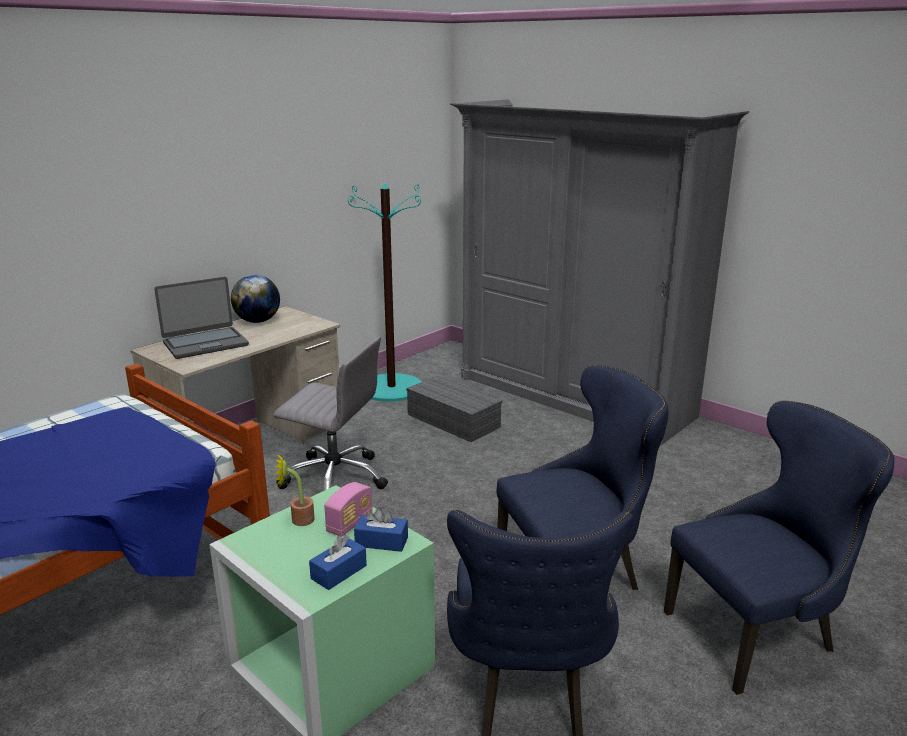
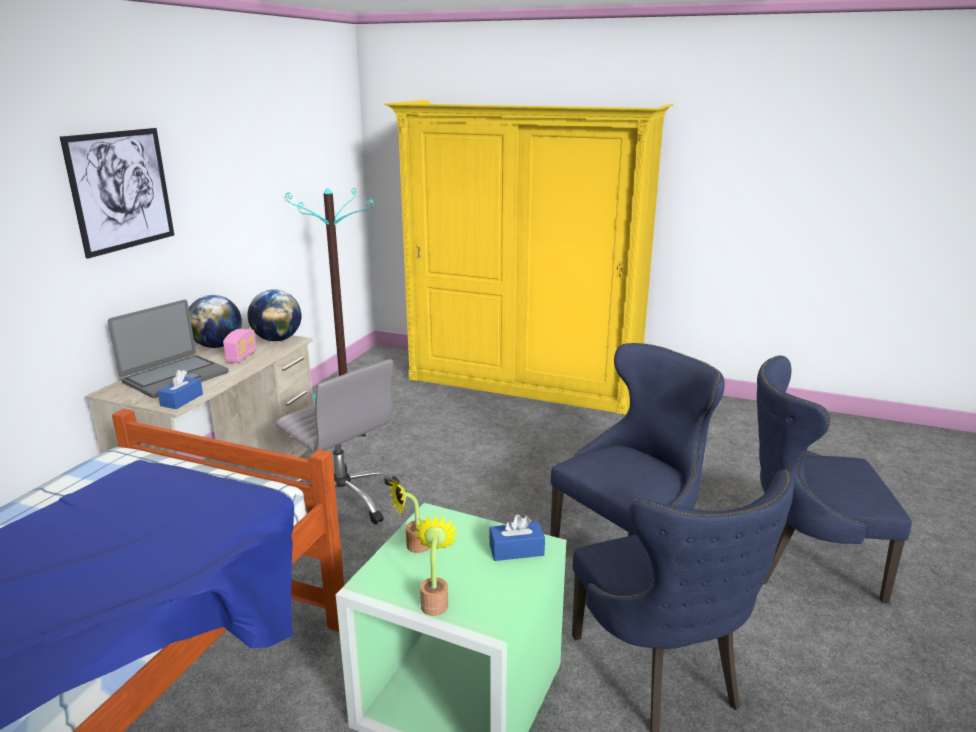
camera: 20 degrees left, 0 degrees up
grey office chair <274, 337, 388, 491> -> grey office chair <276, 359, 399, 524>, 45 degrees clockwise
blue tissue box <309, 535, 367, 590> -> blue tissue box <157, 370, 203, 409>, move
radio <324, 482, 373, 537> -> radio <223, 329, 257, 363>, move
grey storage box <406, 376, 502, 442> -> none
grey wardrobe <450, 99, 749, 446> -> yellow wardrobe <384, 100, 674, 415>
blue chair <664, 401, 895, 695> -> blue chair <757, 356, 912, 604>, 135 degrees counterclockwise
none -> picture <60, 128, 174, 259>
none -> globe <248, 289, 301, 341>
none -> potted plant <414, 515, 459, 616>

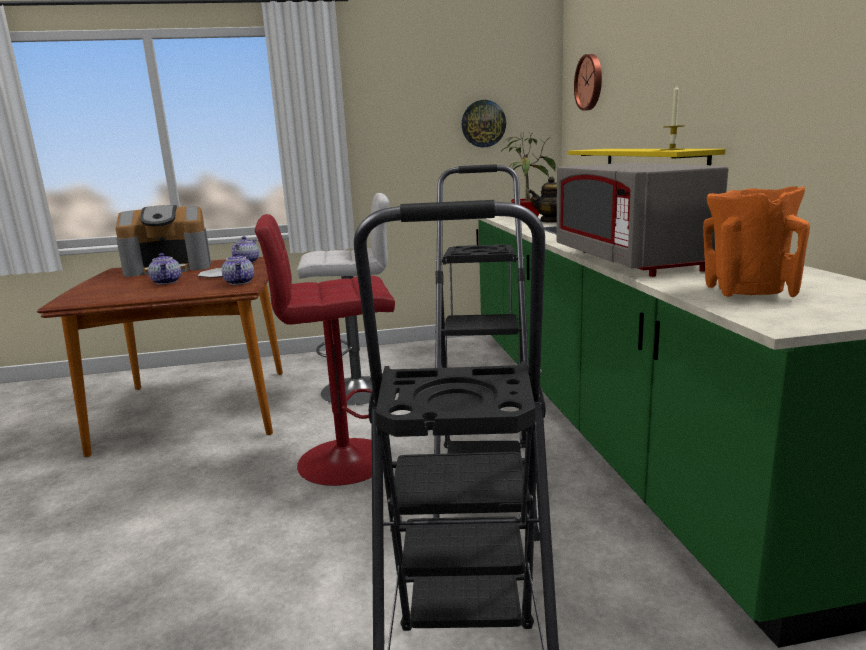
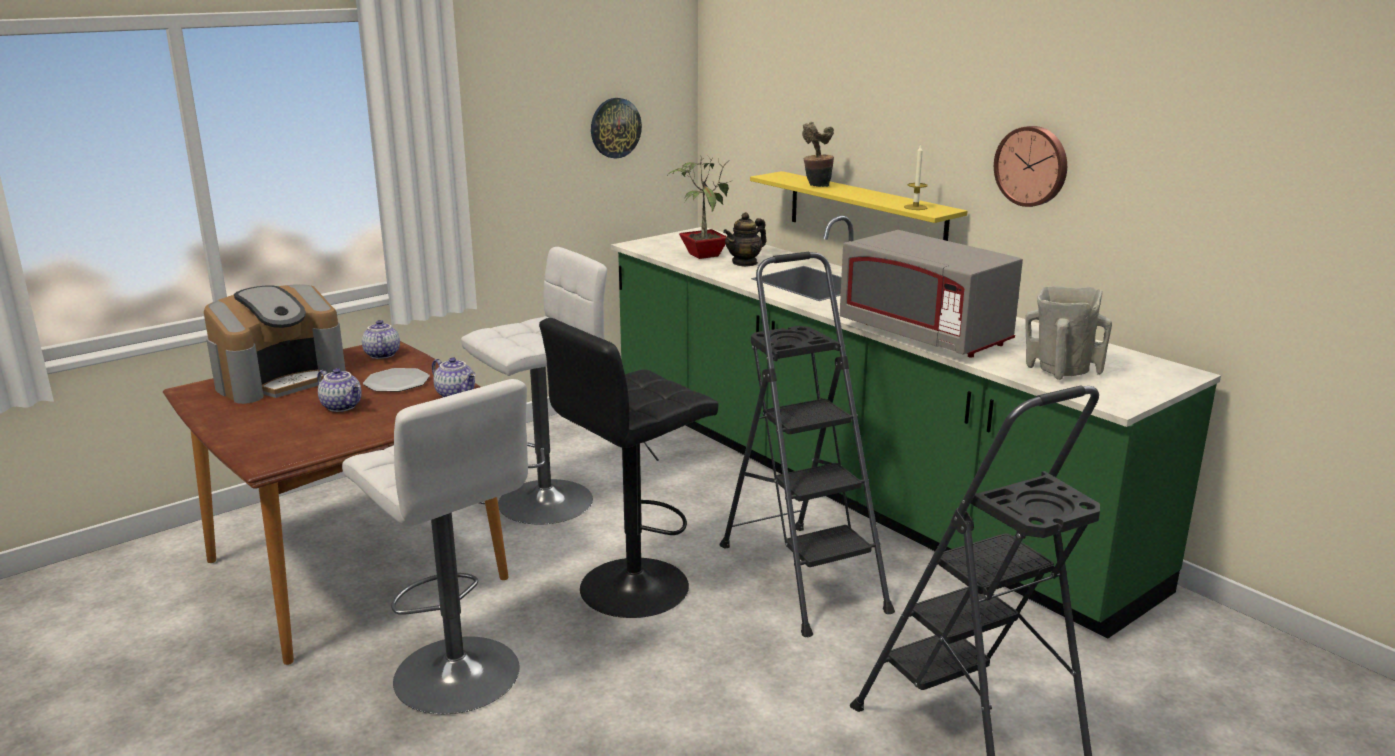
camera: 30 degrees left, 5 degrees up
red stool <255, 214, 395, 486> -> black stool <539, 318, 718, 618>
wall clock <574, 54, 602, 111> -> wall clock <994, 126, 1067, 207>, move
orange vase <703, 186, 810, 297> -> beige vase <1025, 285, 1112, 380>
none -> white stool <342, 379, 528, 714>
none -> potted plant <802, 122, 834, 187>

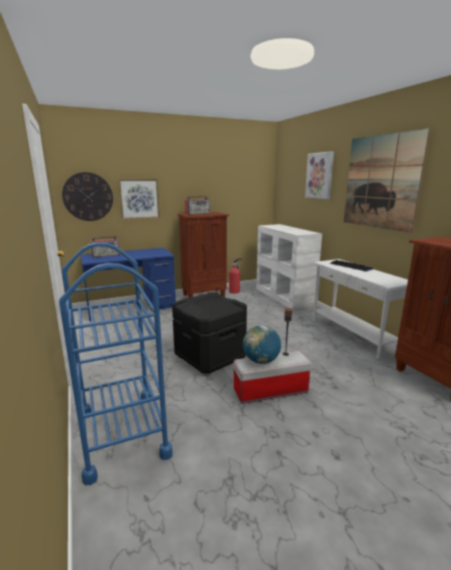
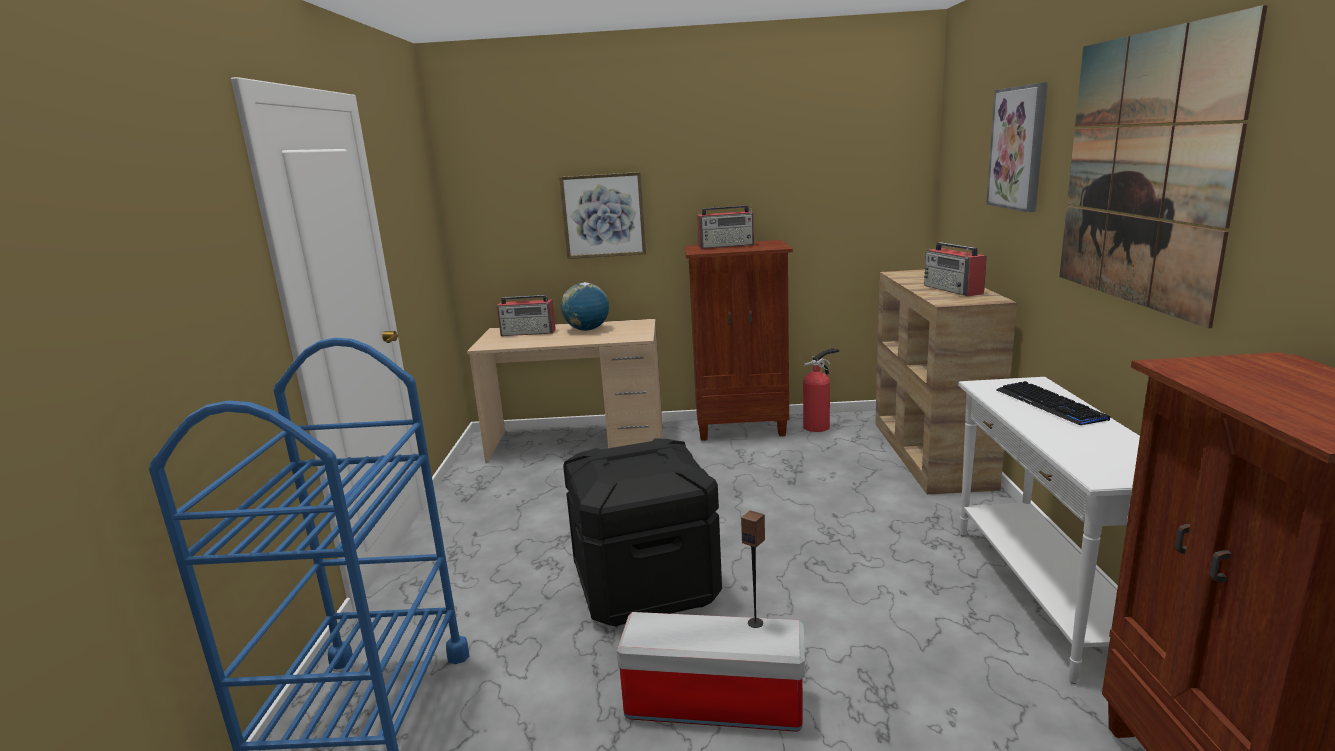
camera: 25 degrees right, 0 degrees up
wall clock <62, 172, 113, 221> -> none
blue desk <81, 248, 176, 321> -> beige desk <467, 319, 662, 463>
globe <243, 325, 281, 364> -> globe <561, 282, 609, 331>, move
white bookcase <256, 224, 322, 310> -> brown bookcase <875, 269, 1017, 495>
none -> radio <924, 242, 987, 296>

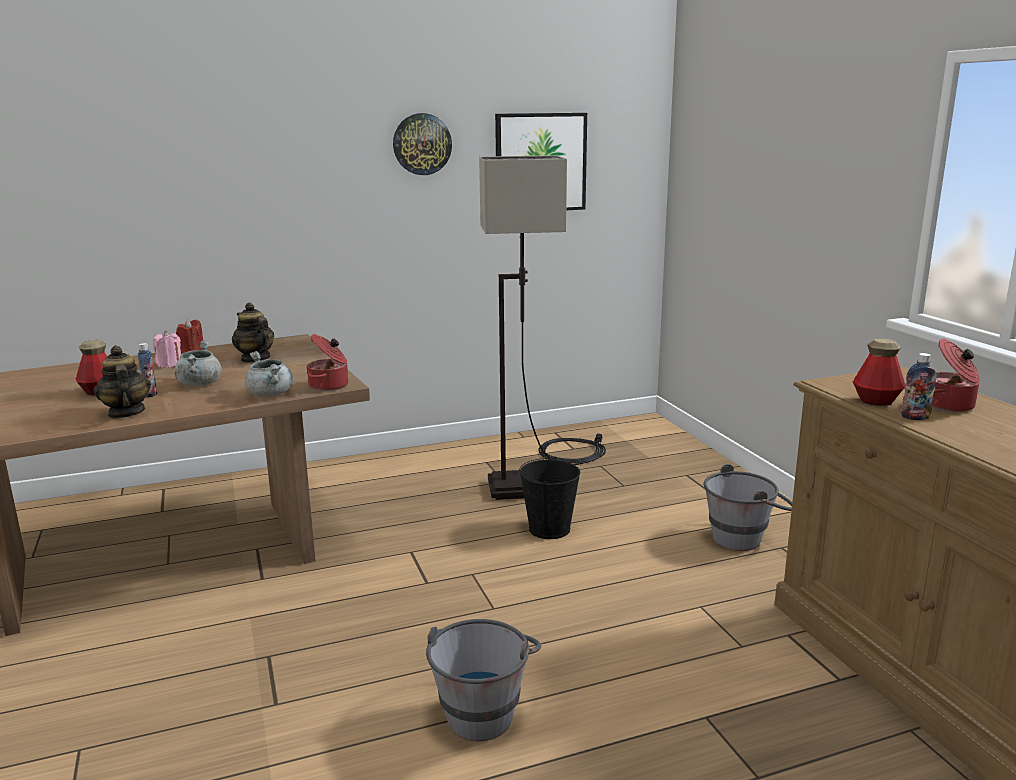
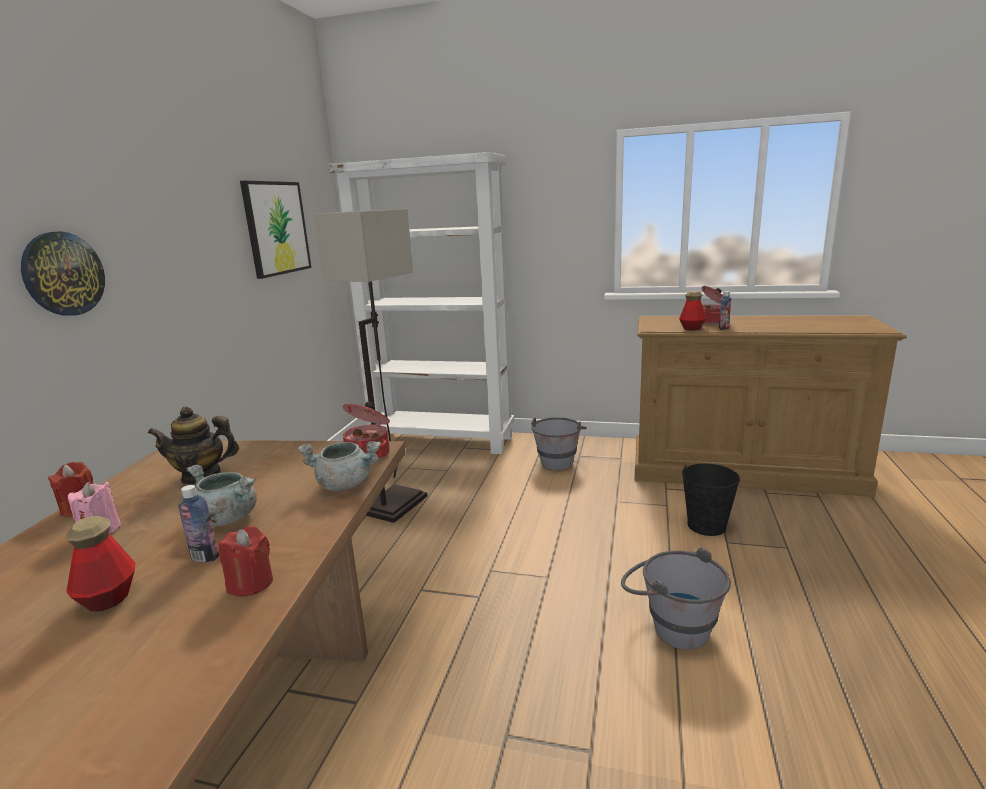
camera: 55 degrees left, 0 degrees up
teapot <94, 346, 151, 418> -> red candle <218, 526, 273, 597>
wall clock <393, 113, 452, 175> -> wall clock <21, 231, 105, 316>, move
black bucket <519, 456, 580, 539> -> black bucket <682, 463, 740, 536>, move
none -> white bookcase <329, 152, 514, 454>

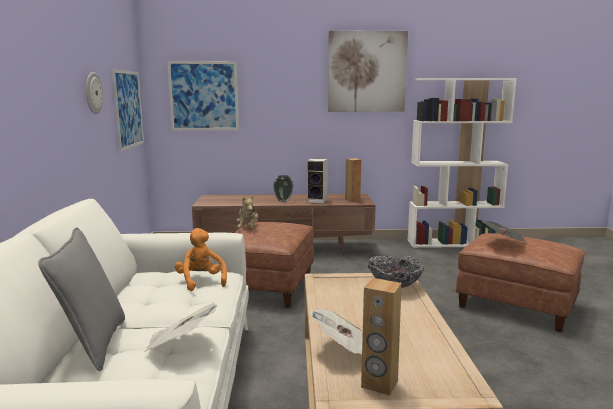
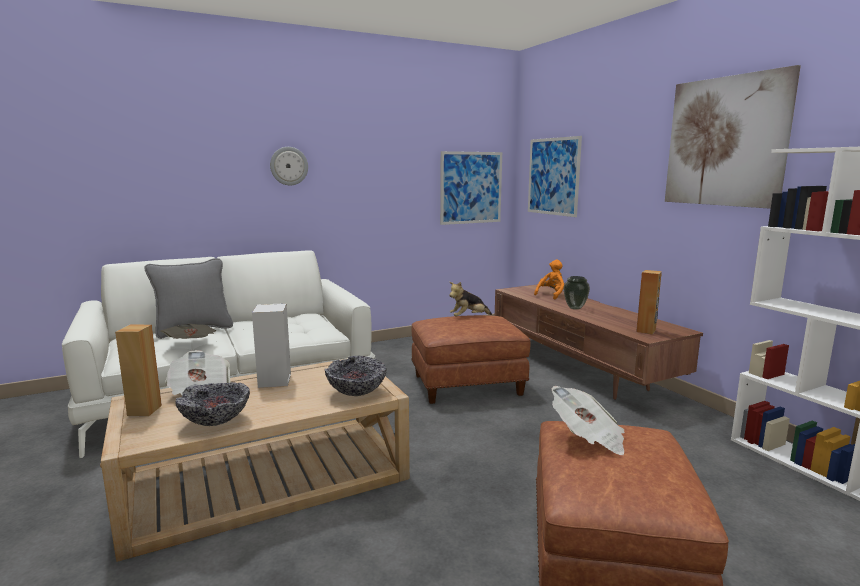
camera: 65 degrees right, 0 degrees up
wall clock <86, 72, 103, 114> -> wall clock <270, 147, 308, 185>, move
orange plush toy <175, 228, 227, 291> -> orange plush toy <534, 260, 564, 299>, move
speaker <307, 158, 328, 204> -> speaker <252, 303, 291, 388>, move
none -> bowl <175, 382, 250, 426>

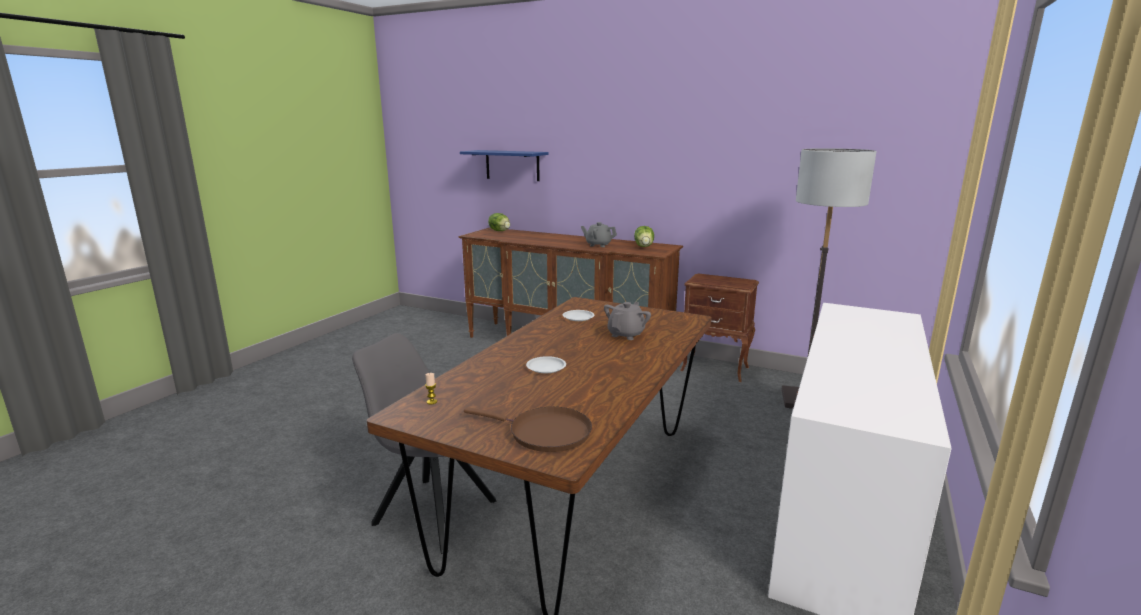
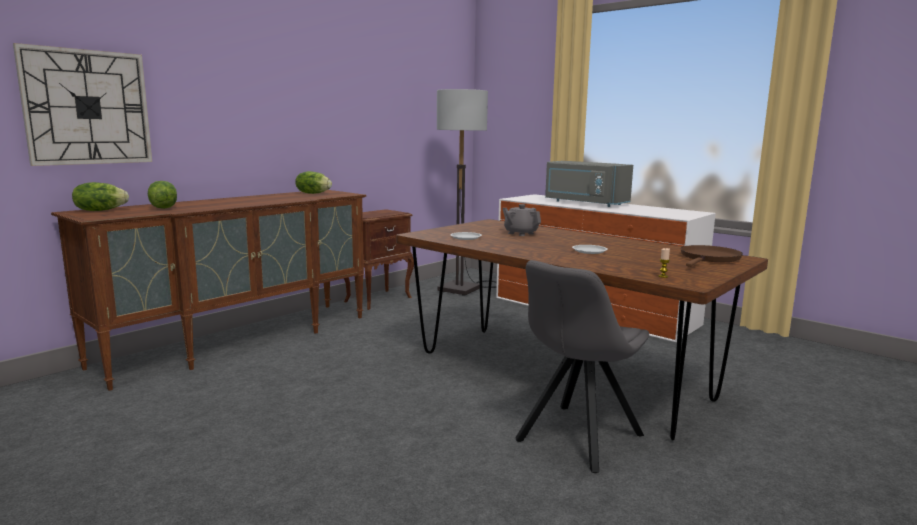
camera: 75 degrees left, 5 degrees down
blue shelf <460, 150, 549, 181> -> wall clock <13, 43, 152, 166>
grey teapot <581, 222, 617, 247> -> none
none -> lettuce <148, 181, 177, 209>
none -> grey microwave <545, 161, 633, 207>

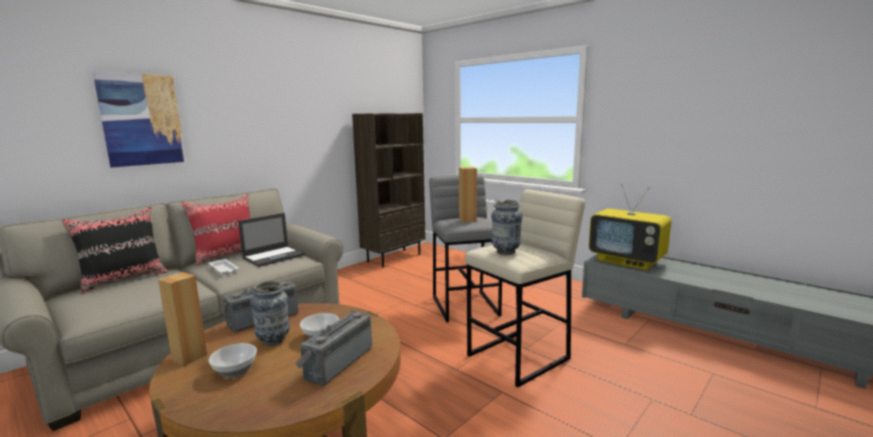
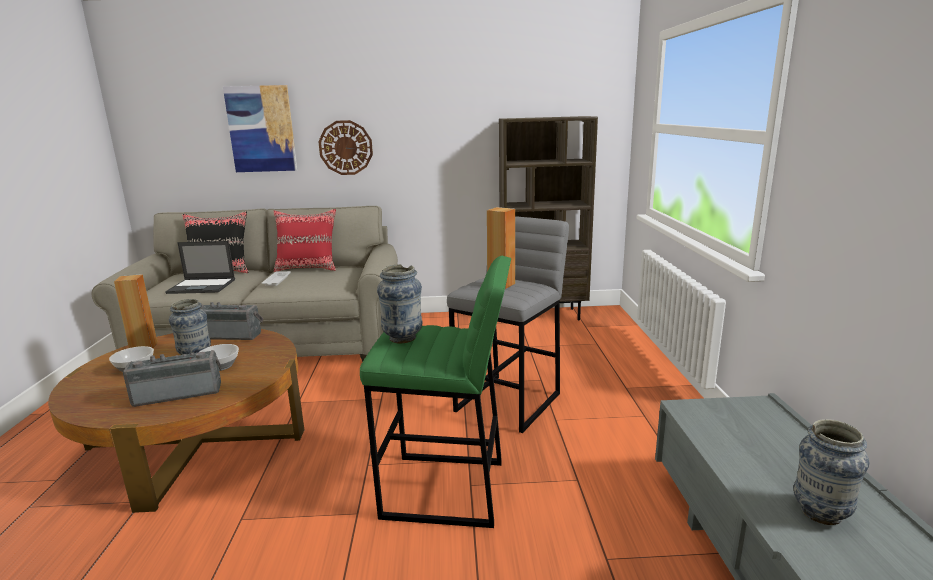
camera: 45 degrees right, 5 degrees up
laptop <238, 213, 305, 267> -> laptop <165, 241, 235, 294>, move
beige stool <465, 189, 585, 387> -> green stool <360, 256, 511, 528>
television <589, 184, 671, 270> -> none
none -> wall clock <318, 120, 373, 175>
none -> vase <794, 419, 870, 525>

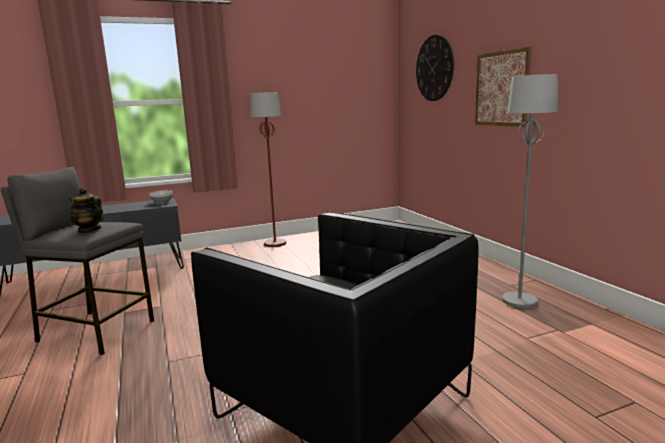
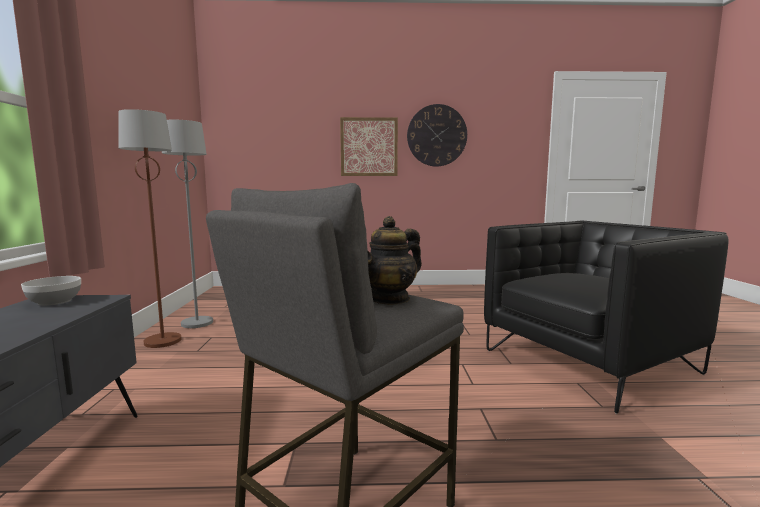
camera: 70 degrees left, 5 degrees down
wall clock <416, 35, 454, 101> -> wall clock <407, 104, 467, 167>, move
grey floor lamp <502, 74, 558, 308> -> grey floor lamp <162, 120, 213, 328>, move

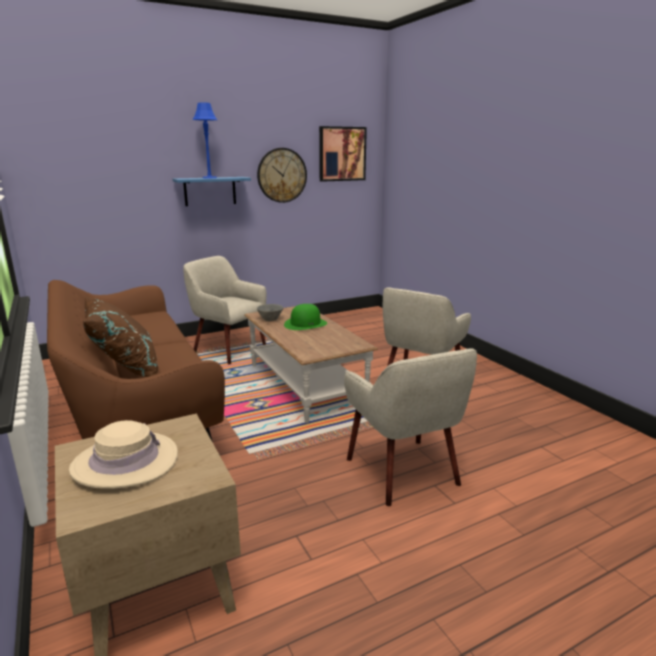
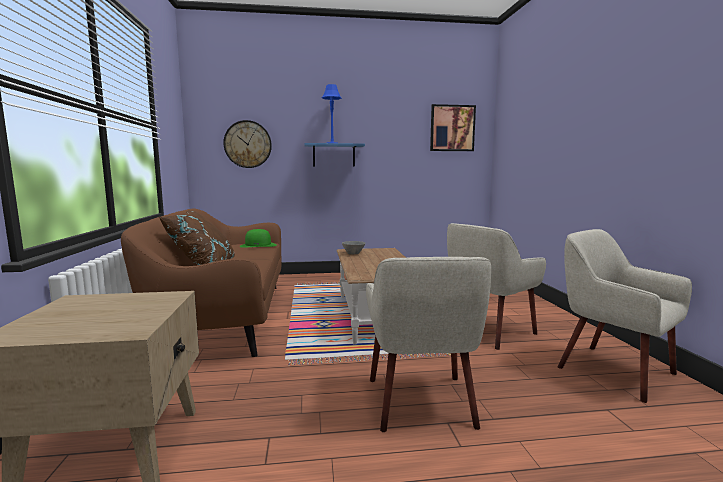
camera: 20 degrees right, 10 degrees down
beige hat <69, 420, 178, 489> -> none
beige armchair <183, 256, 267, 364> -> beige armchair <558, 229, 692, 403>, move
wall clock <257, 148, 307, 203> -> wall clock <223, 120, 272, 168>, move
green hat <284, 304, 327, 330> -> green hat <239, 229, 277, 248>, move

